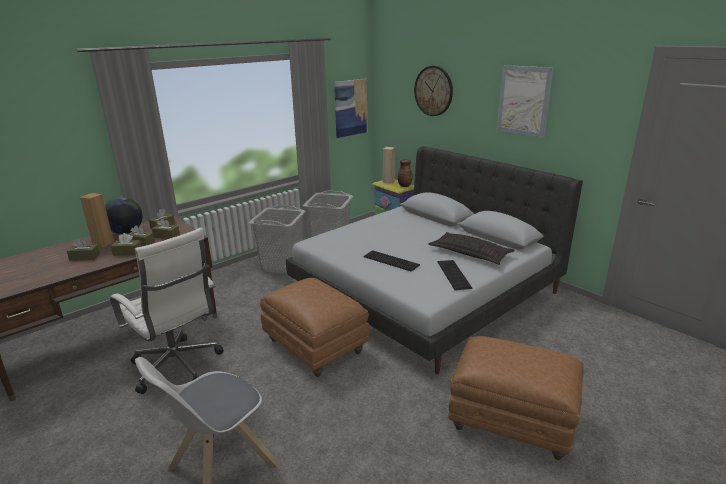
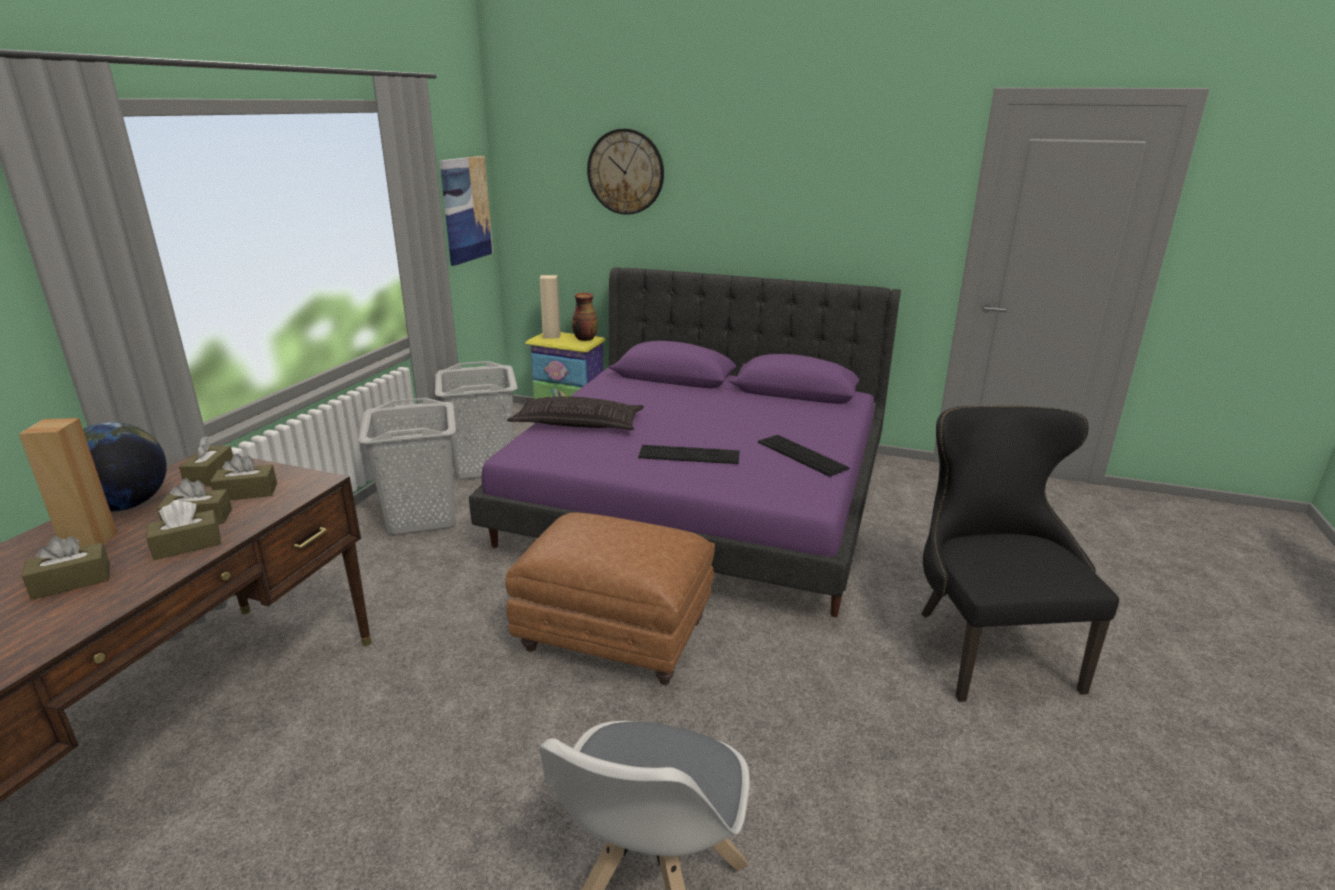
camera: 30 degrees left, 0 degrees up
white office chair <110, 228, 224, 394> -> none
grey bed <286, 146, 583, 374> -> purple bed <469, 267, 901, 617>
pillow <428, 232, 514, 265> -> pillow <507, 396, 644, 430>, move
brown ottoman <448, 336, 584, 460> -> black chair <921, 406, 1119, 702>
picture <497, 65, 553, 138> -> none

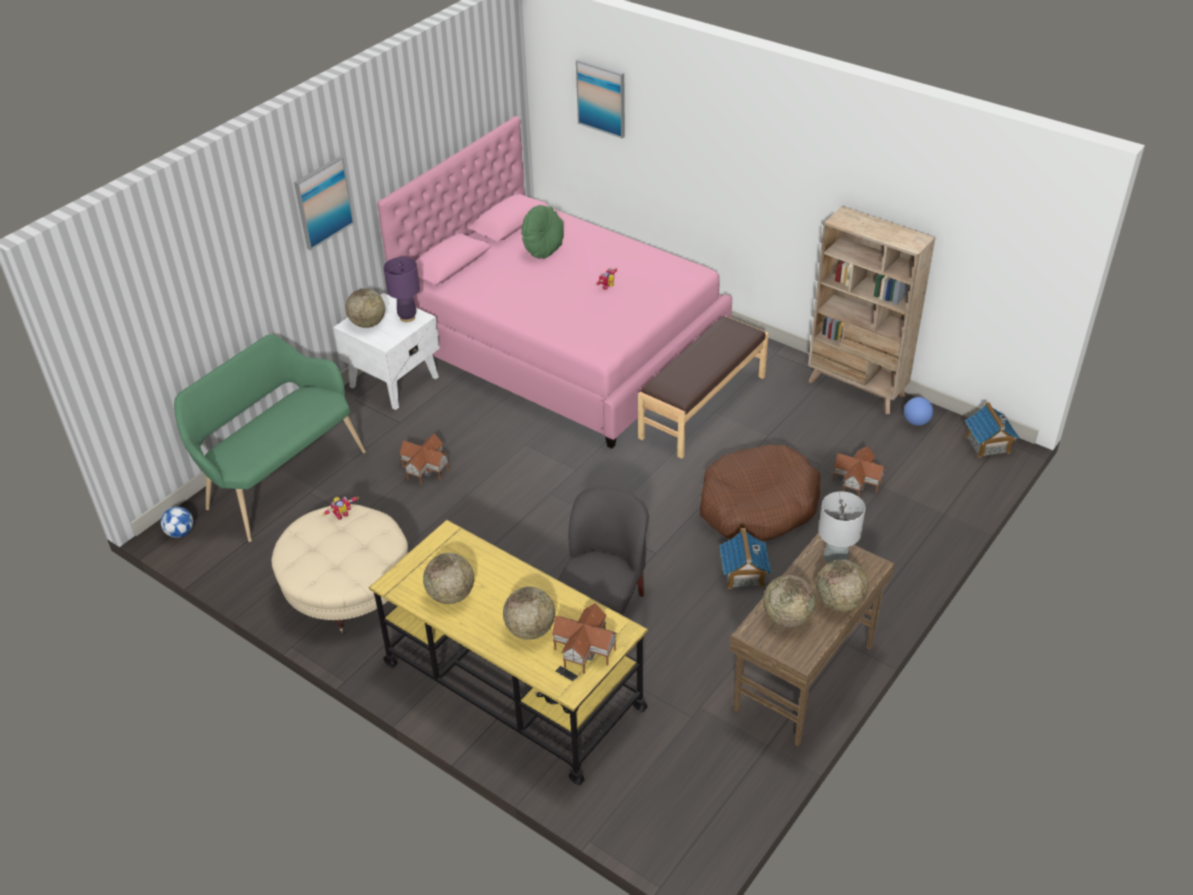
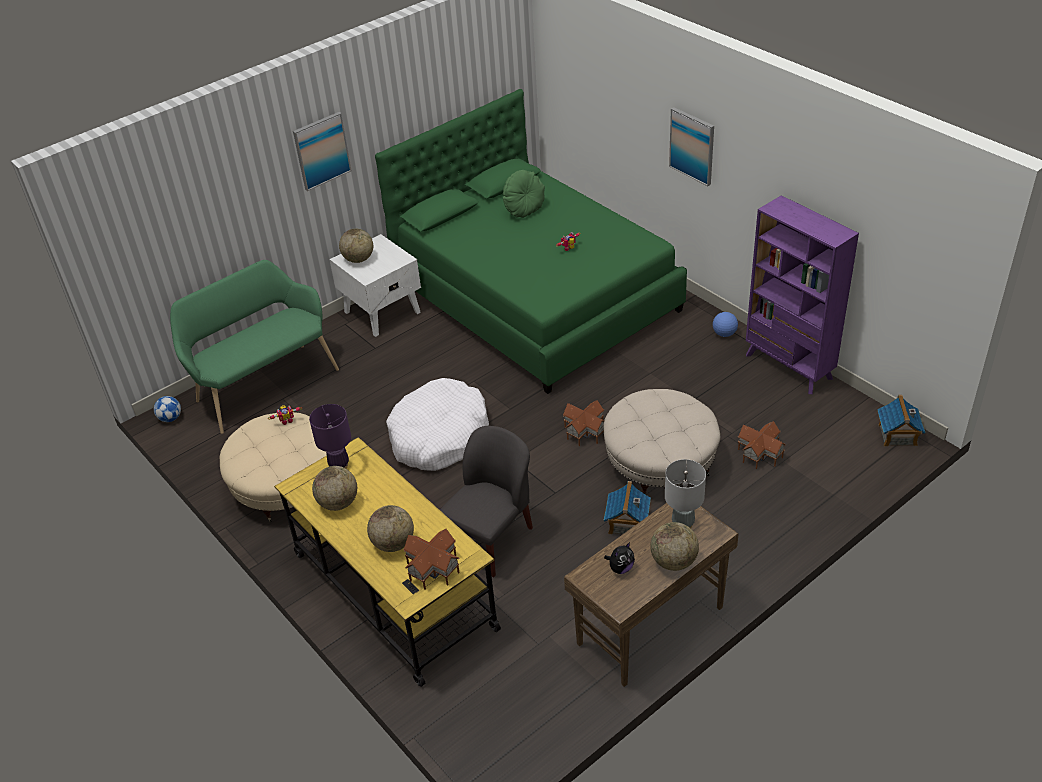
camera: 15 degrees right, 0 degrees up
pink bed <377, 116, 732, 449> -> green bed <375, 89, 687, 394>
purple table lamp <383, 257, 420, 322> -> purple table lamp <309, 404, 351, 468>, move
toy house <399, 433, 449, 485> -> toy house <563, 400, 604, 446>, move
picture <576, 59, 625, 138> -> picture <669, 107, 714, 186>, move
brown bench <638, 316, 768, 459> -> none
brown dog bed <700, 444, 820, 541> -> beige ottoman <604, 389, 720, 495>
globe <763, 575, 816, 628> -> plush toy <604, 542, 635, 574>
beige bookcase <808, 206, 936, 414> -> purple bookcase <746, 195, 859, 394>
football <904, 397, 933, 426> -> football <713, 312, 738, 337>, move
none -> white dog bed <386, 378, 489, 471>

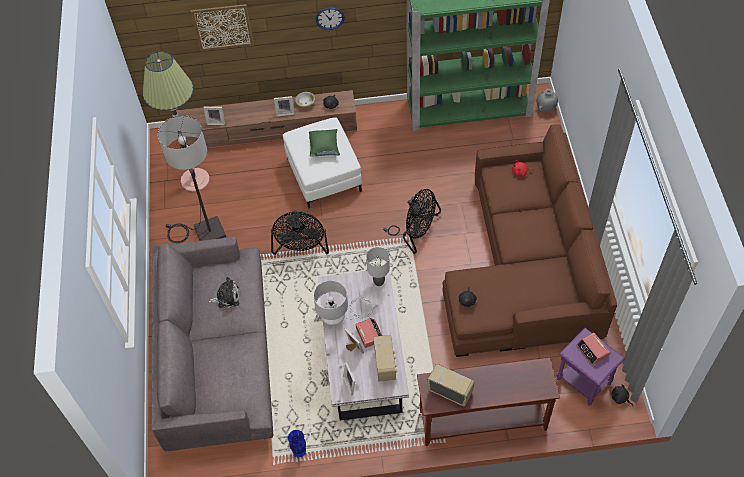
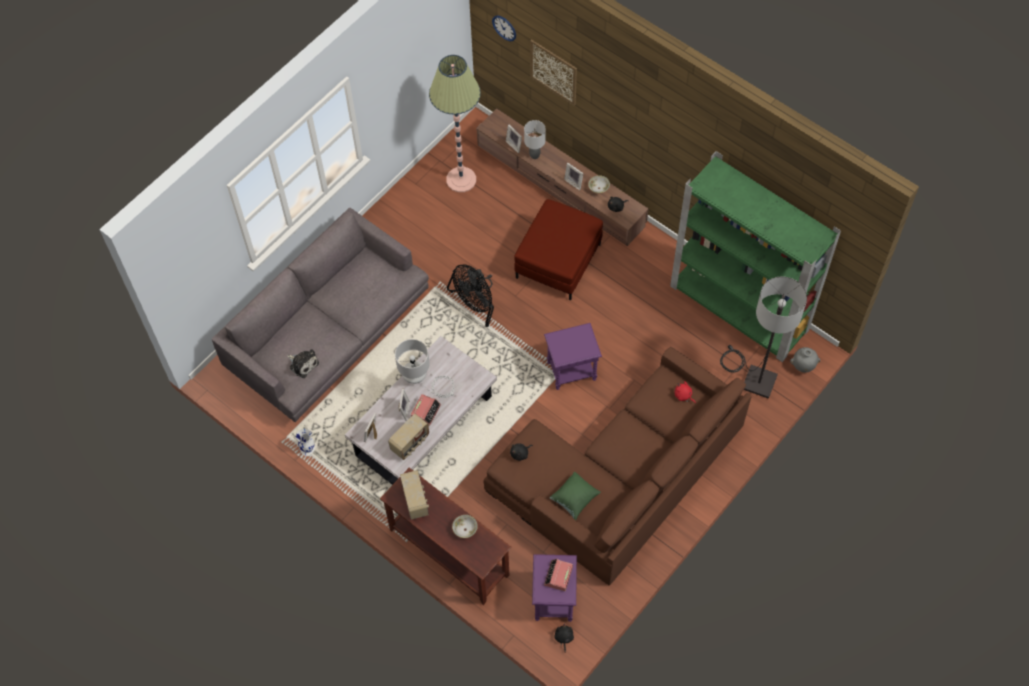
camera: 45 degrees right, 5 degrees up
floor lamp <158, 115, 226, 243> -> floor lamp <720, 277, 807, 399>, move
plush toy <208, 277, 239, 308> -> plush toy <287, 349, 319, 378>, move
white ottoman <283, 117, 362, 208> -> red ottoman <514, 199, 603, 300>
blue vase <288, 430, 306, 458> -> white vase <296, 429, 315, 456>
green pillow <309, 129, 340, 157> -> green pillow <550, 472, 601, 520>, move
wall clock <316, 8, 345, 30> -> wall clock <492, 15, 516, 41>, move
grey table lamp <366, 247, 390, 286> -> grey table lamp <524, 120, 545, 159>, move
black fan <383, 189, 441, 254> -> purple side table <544, 323, 602, 390>
none -> bowl <452, 515, 478, 538>

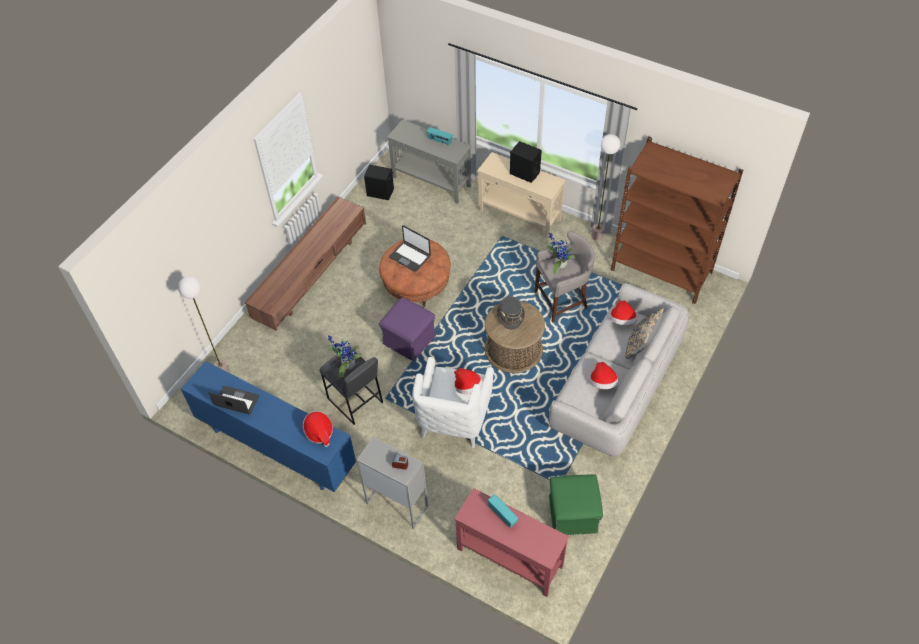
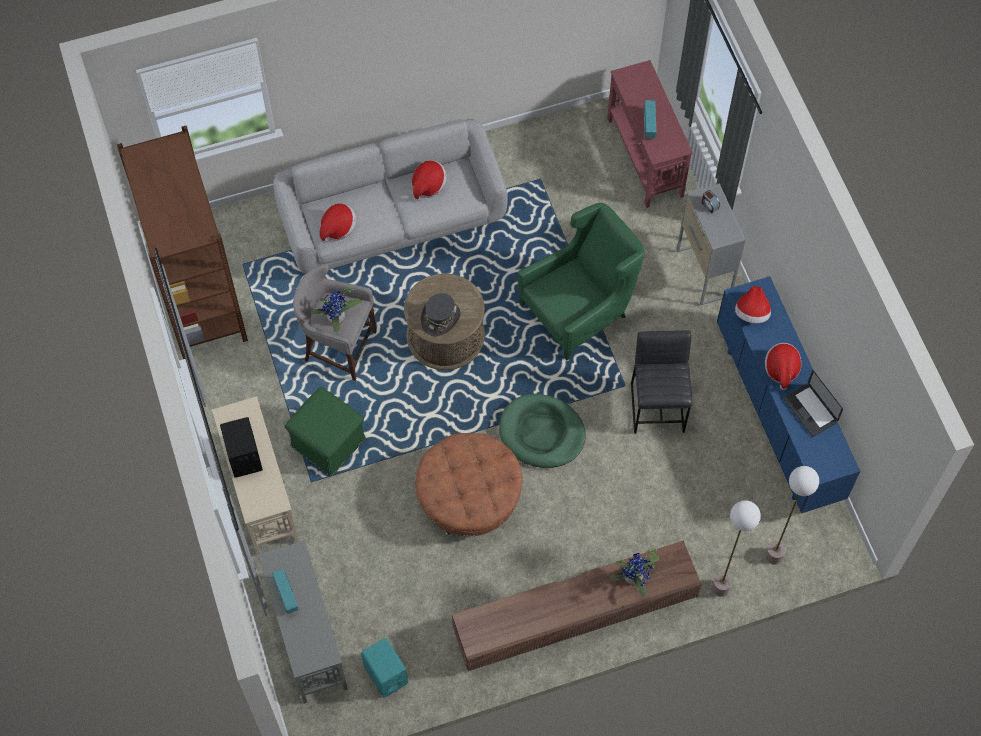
camera: 140 degrees left, 10 degrees up
potted plant <328, 335, 362, 378> -> potted plant <610, 547, 659, 596>, move
black speaker <364, 165, 394, 200> -> turquoise speaker <361, 638, 408, 698>
purple ottoman <379, 297, 436, 362> -> green dog bed <499, 394, 586, 468>
laptop <389, 225, 431, 272> -> none
white armchair <412, 357, 493, 448> -> green armchair <518, 203, 645, 360>
hat <454, 368, 483, 394> -> hat <765, 343, 801, 390>, move
green ottoman <549, 474, 603, 535> -> green ottoman <285, 387, 366, 477>, move
floor lamp <592, 134, 620, 241> -> floor lamp <712, 500, 761, 597>, move
grey pillow <625, 308, 664, 359> -> none

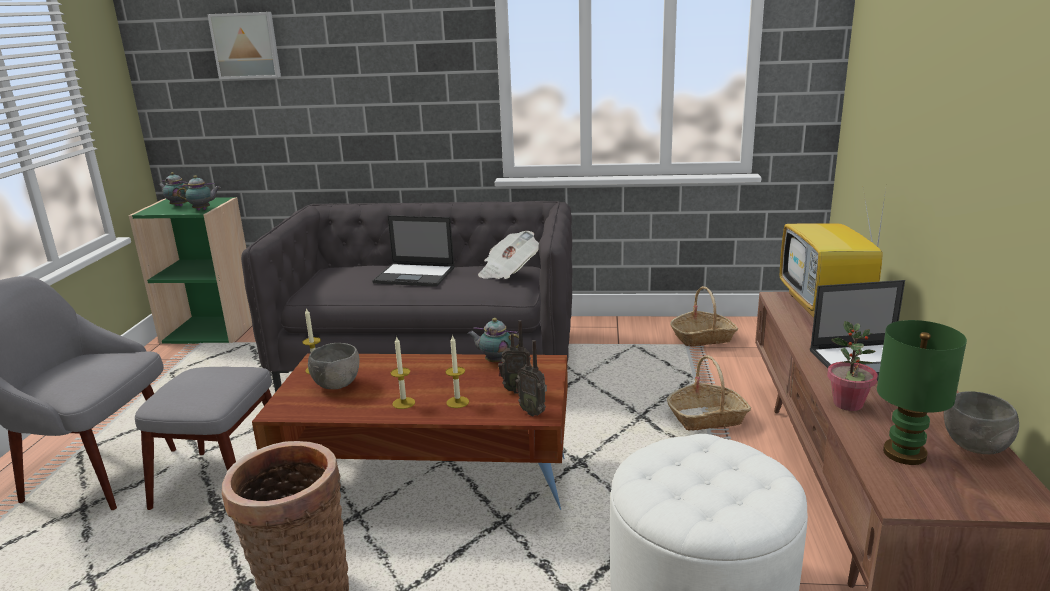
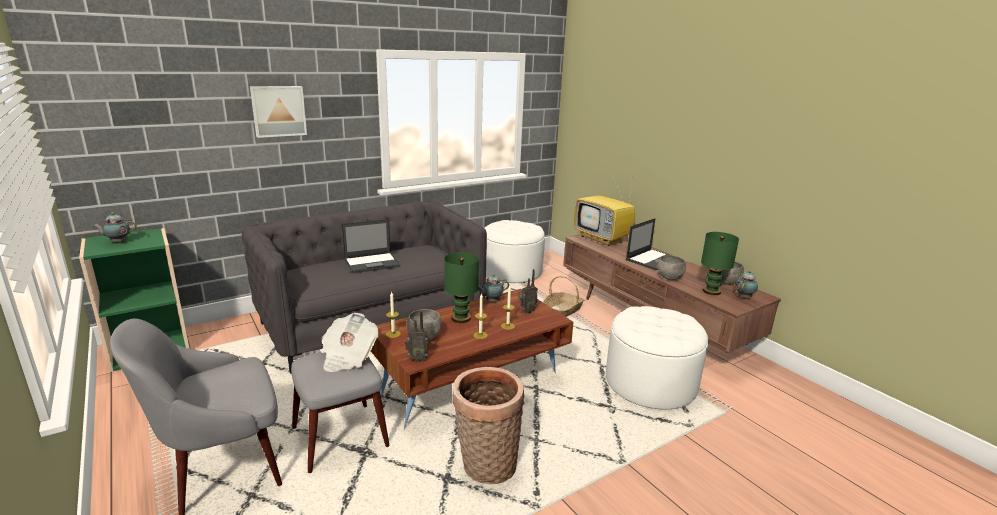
camera: 40 degrees left, 0 degrees up
teapot <177, 175, 221, 210> -> teapot <735, 270, 758, 298>, move
picture <207, 12, 281, 79> -> picture <250, 86, 307, 138>, move
newspaper <478, 231, 539, 279> -> newspaper <321, 313, 379, 372>, move
radio <515, 340, 547, 416> -> radio <405, 311, 429, 362>, move
basket <670, 286, 738, 347> -> white ottoman <485, 220, 545, 283>
potted plant <827, 321, 877, 411> -> grey bowl <657, 255, 686, 280>
none -> green table lamp <444, 252, 479, 323>

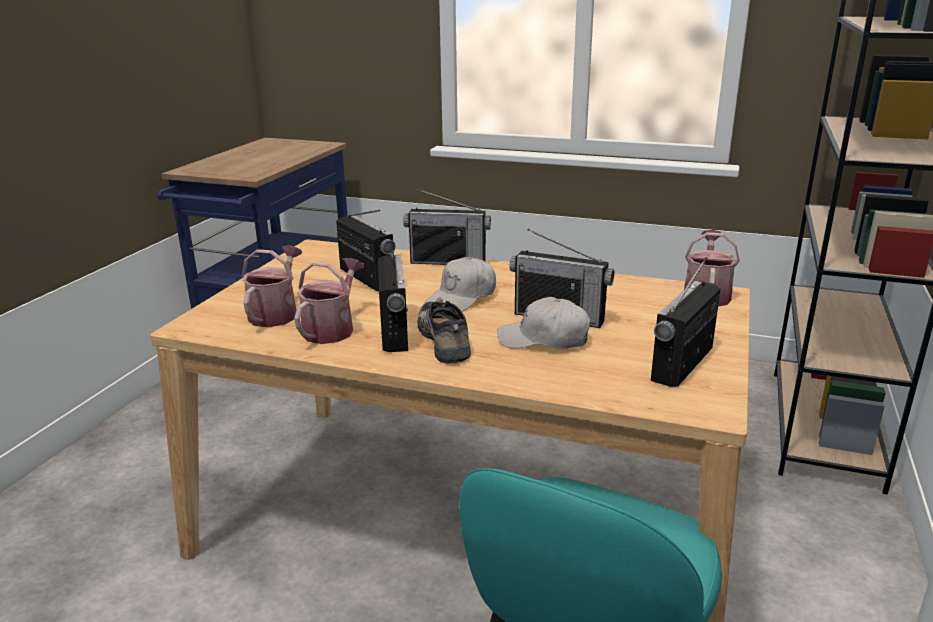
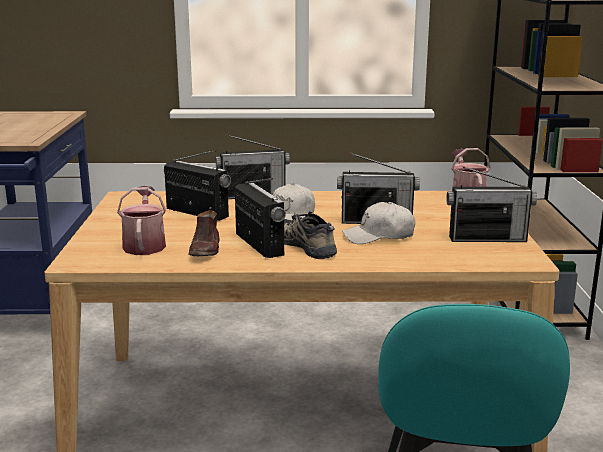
camera: 20 degrees left, 5 degrees down
watering can <294, 258, 364, 344> -> brown shoe <188, 210, 220, 256>
radio <651, 257, 720, 387> -> radio <446, 166, 537, 242>, 105 degrees counterclockwise

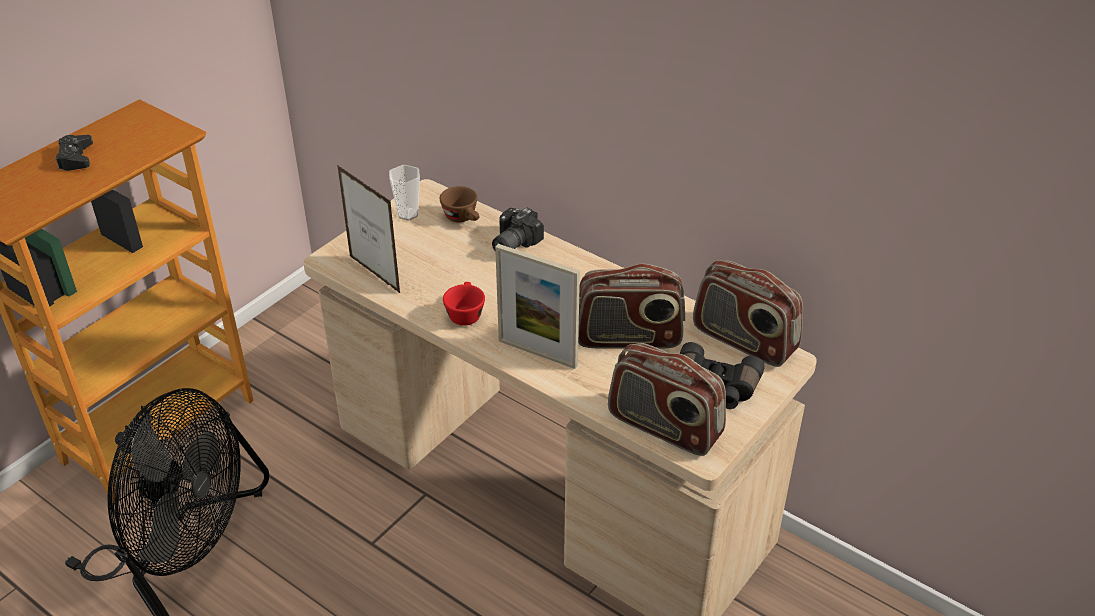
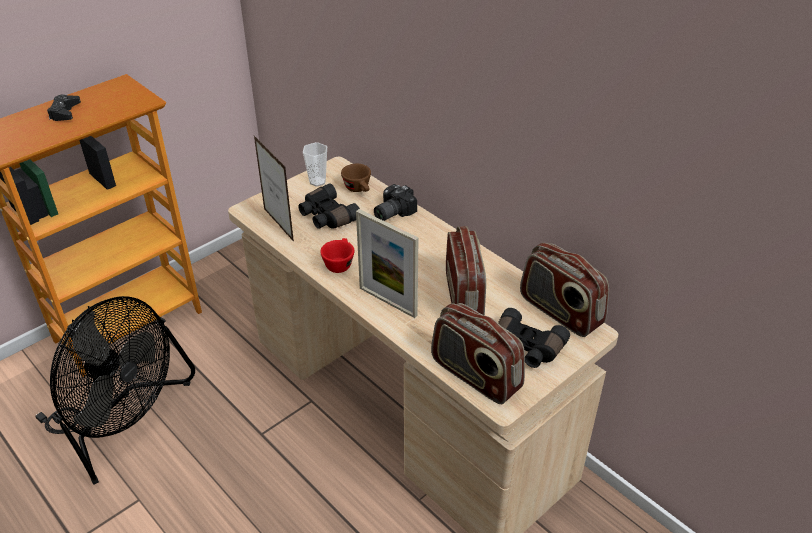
camera: 10 degrees right, 0 degrees up
radio <578, 263, 685, 349> -> radio <446, 226, 486, 316>, 105 degrees counterclockwise
none -> black binoculars <298, 183, 360, 229>

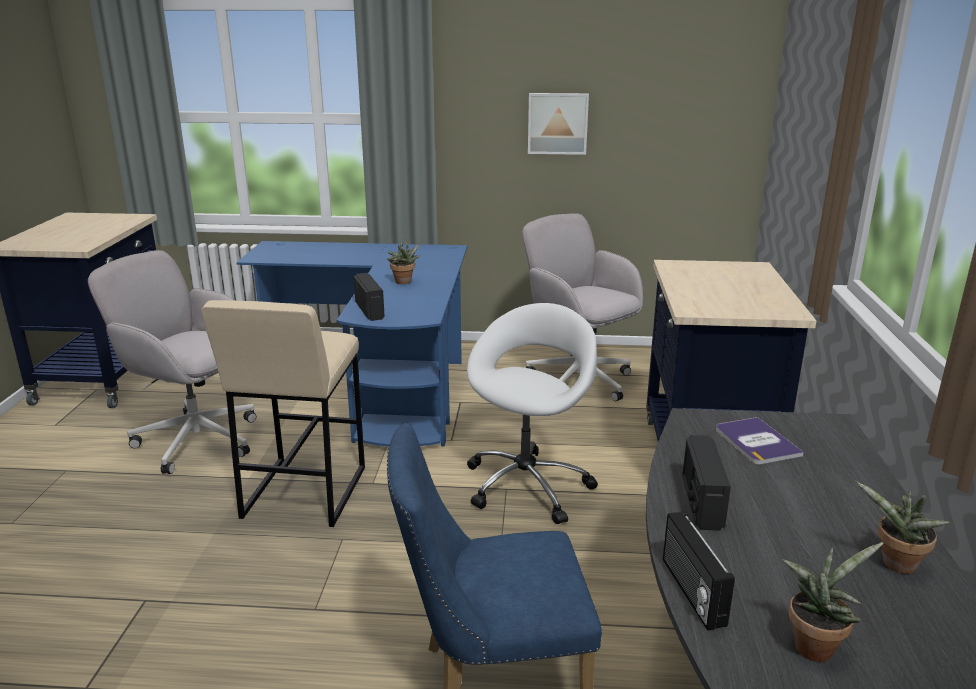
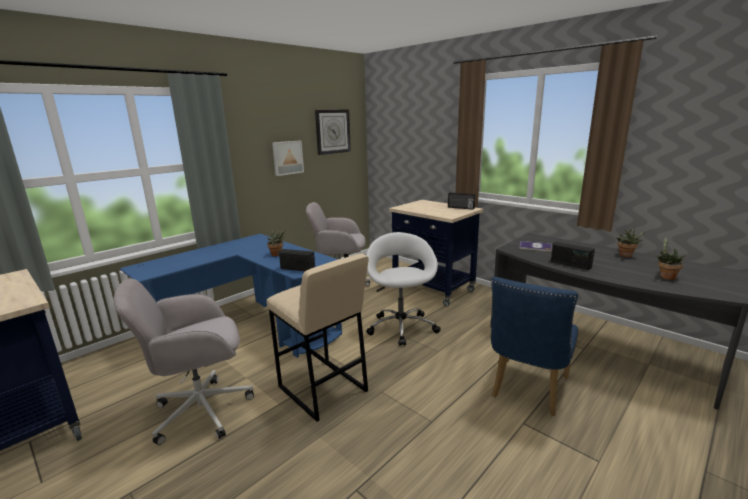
camera: 50 degrees left, 5 degrees down
radio <663, 511, 735, 630> -> radio <448, 192, 475, 210>, move
none -> wall clock <315, 109, 351, 155>

